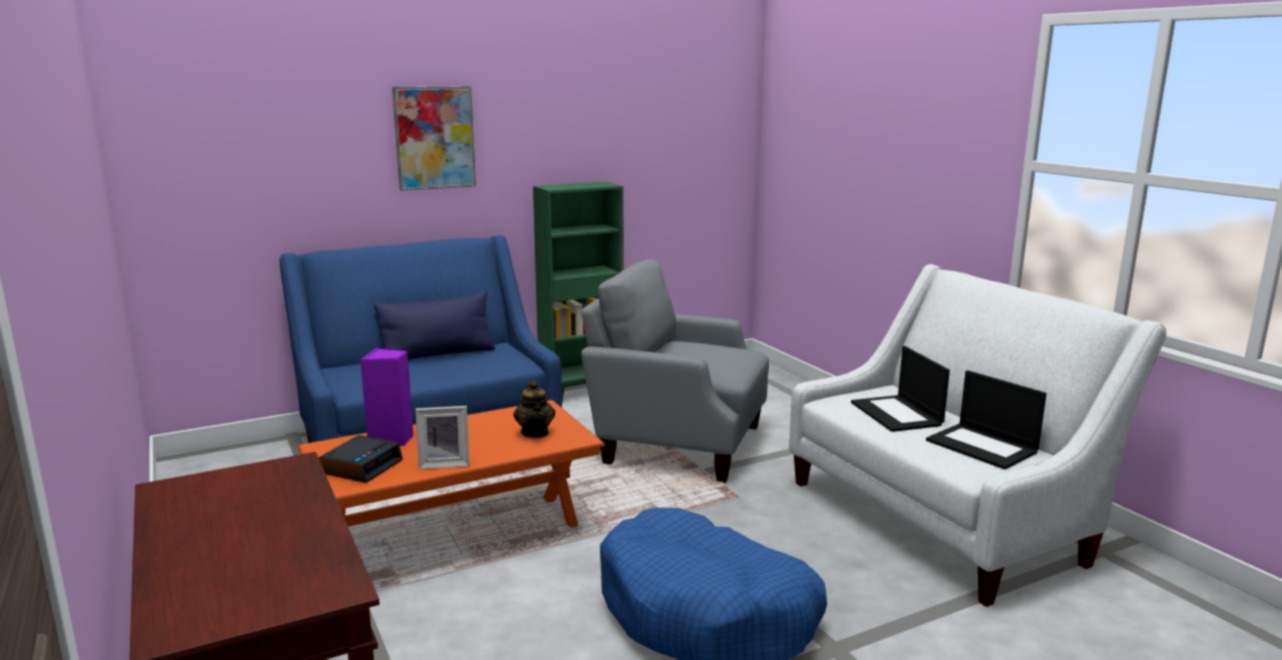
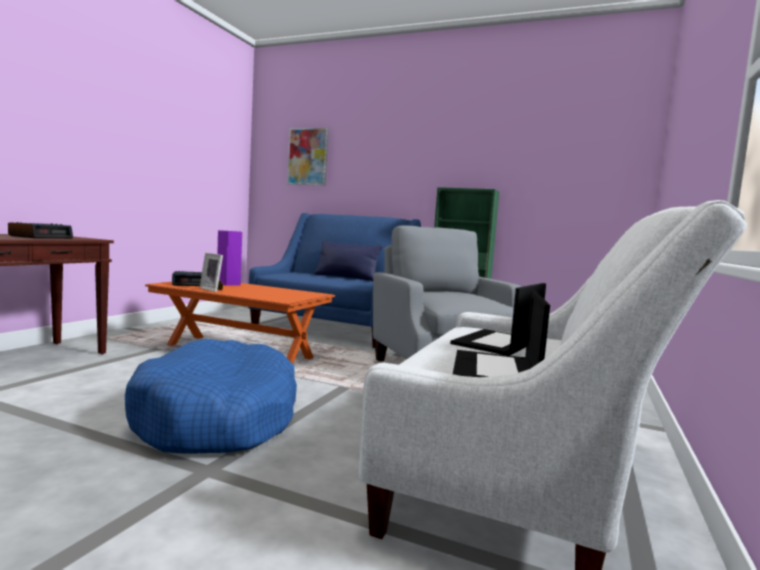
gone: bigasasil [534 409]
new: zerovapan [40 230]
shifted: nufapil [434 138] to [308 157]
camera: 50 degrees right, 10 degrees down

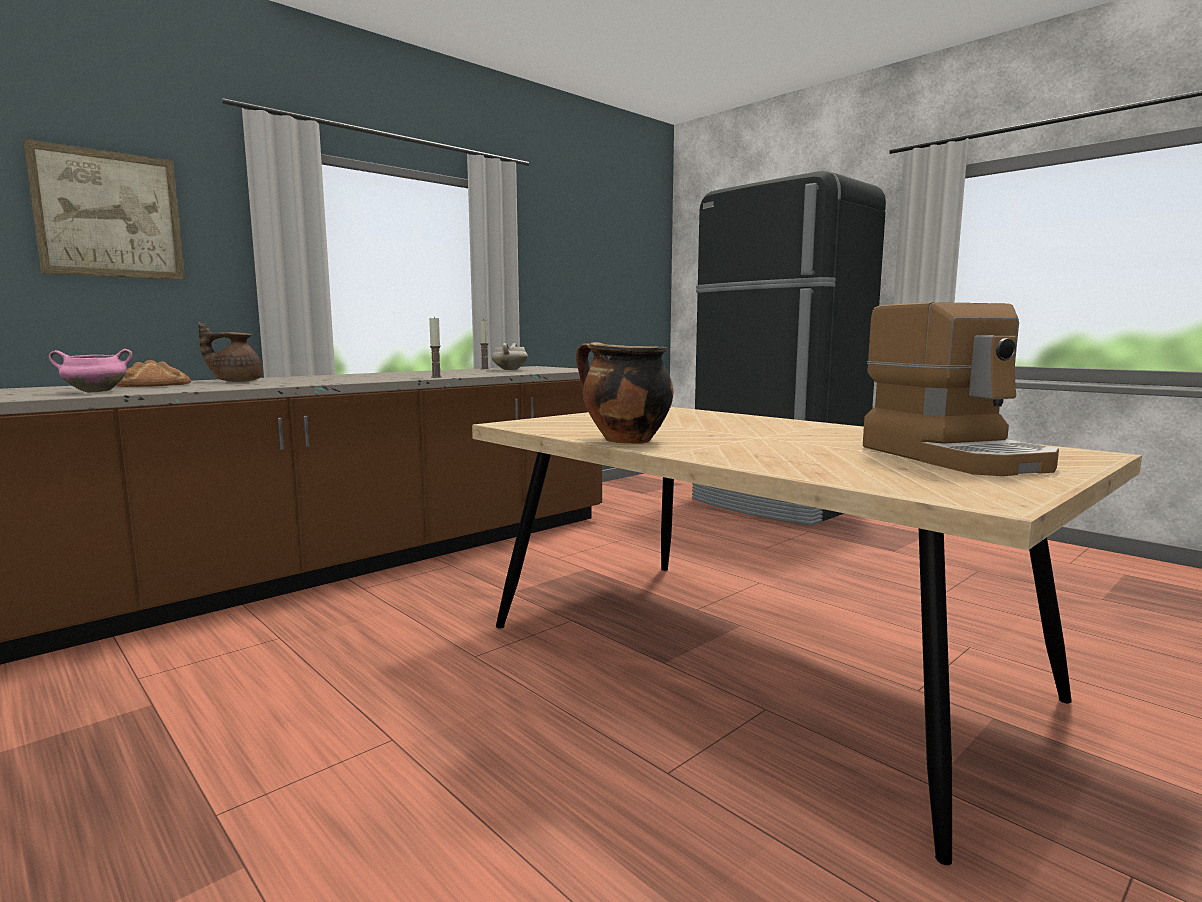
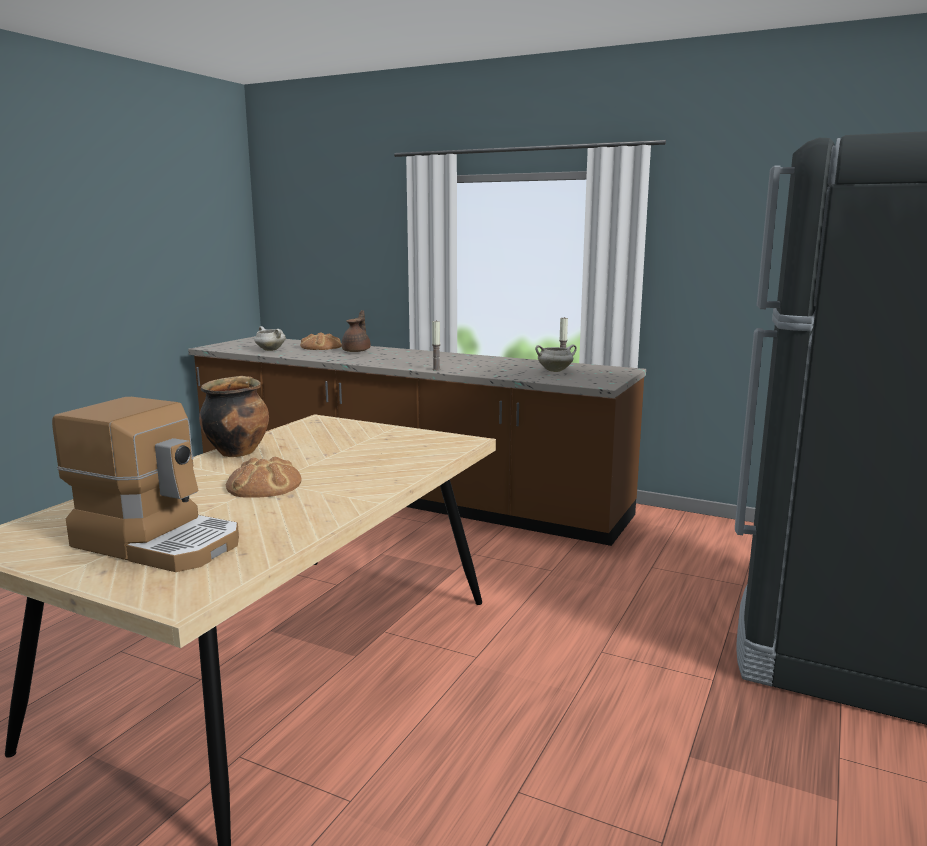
gone: nufapil [104 209]
new: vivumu [264 477]
repainted: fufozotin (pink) [90 371] to fufozotin (white) [270 338]
rotated: bigasasil (brown) [230 352] = [356 331] 45 degrees clockwise; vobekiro [961 389] = [145 484] 120 degrees counterclockwise
camera: 70 degrees right, 5 degrees up

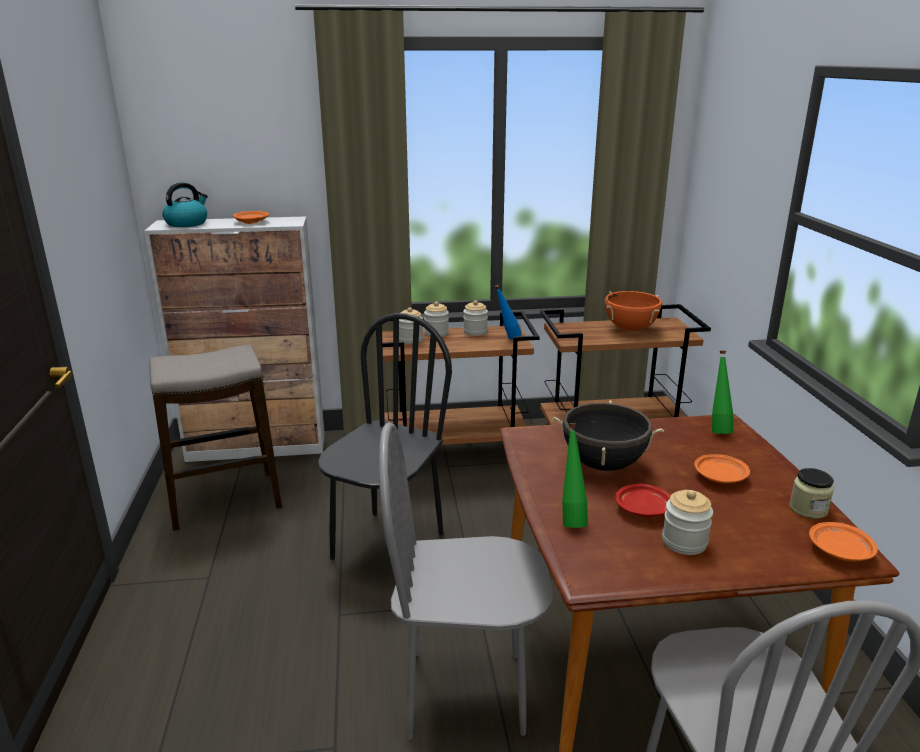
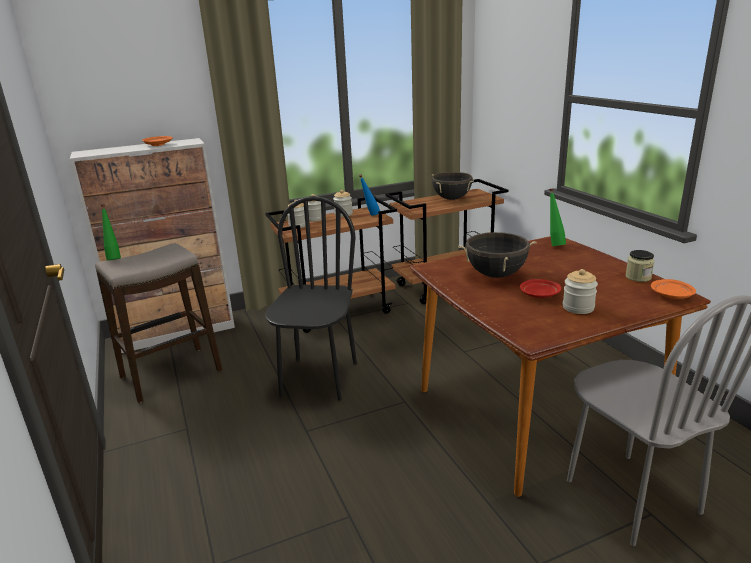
gone: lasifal [185 204]; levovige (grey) [466 581]; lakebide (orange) [722 469]
shifted: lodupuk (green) [575 475] to [111 232]
repainted: fufozotin (orange) [633 311] to fufozotin (black) [453 186]
camera: 15 degrees left, 0 degrees up

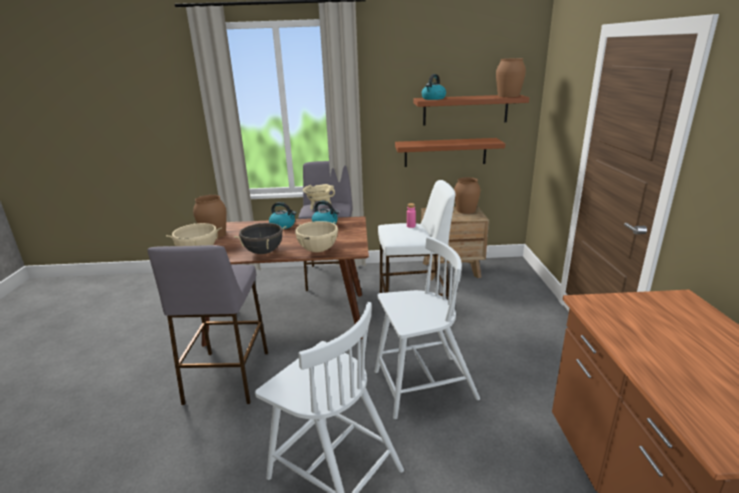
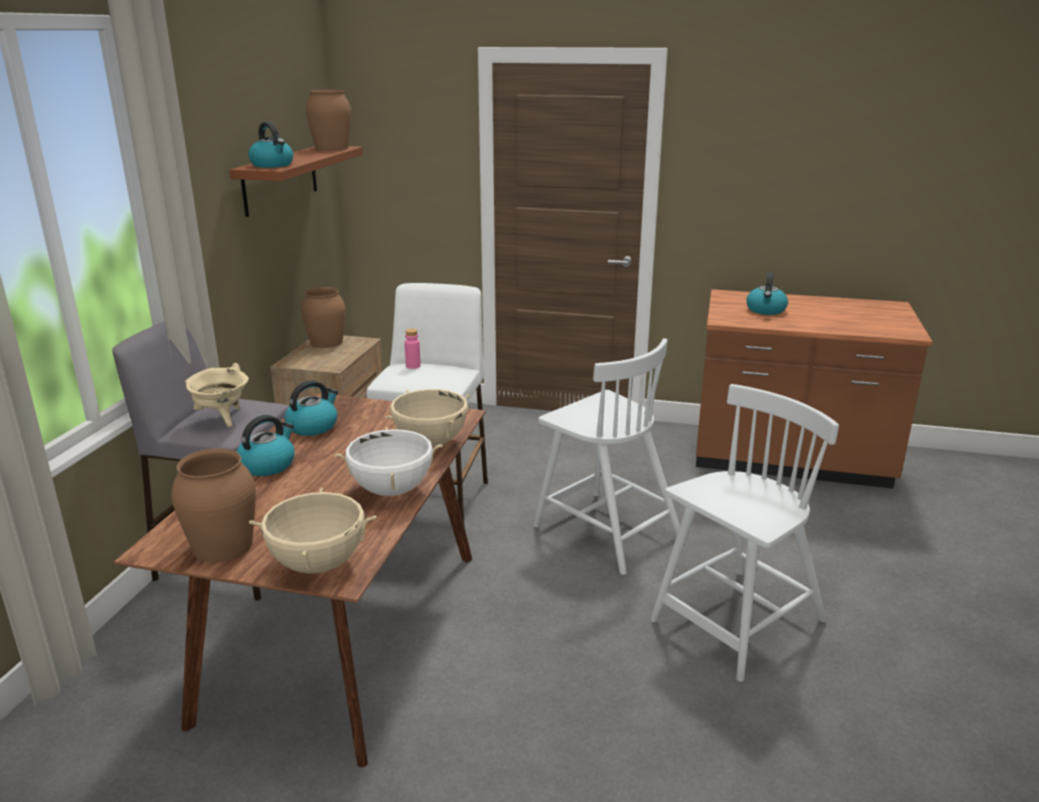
gone: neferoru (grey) [207 325]; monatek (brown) [450 152]
new: lasifal [767 293]
repainted: fufozotin (black) [260 238] to fufozotin (white) [388 461]
rotated: levovige (white) [427 328] = [606 456] 135 degrees clockwise
camera: 75 degrees left, 0 degrees up

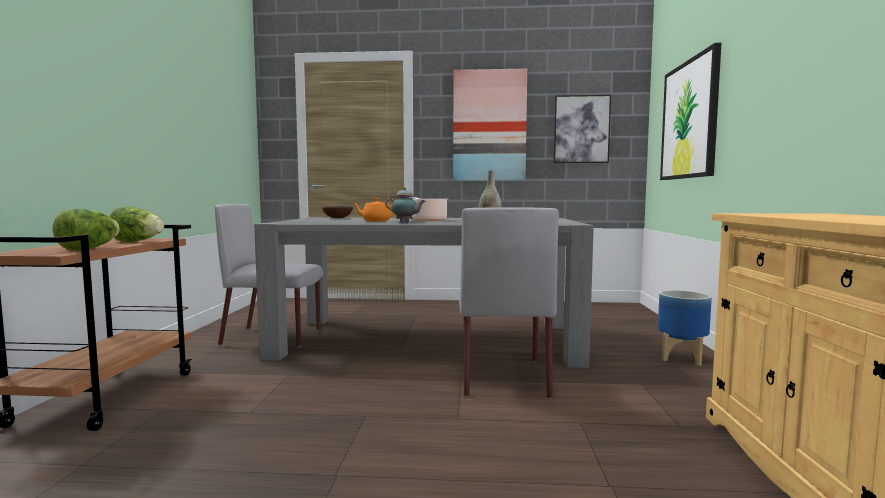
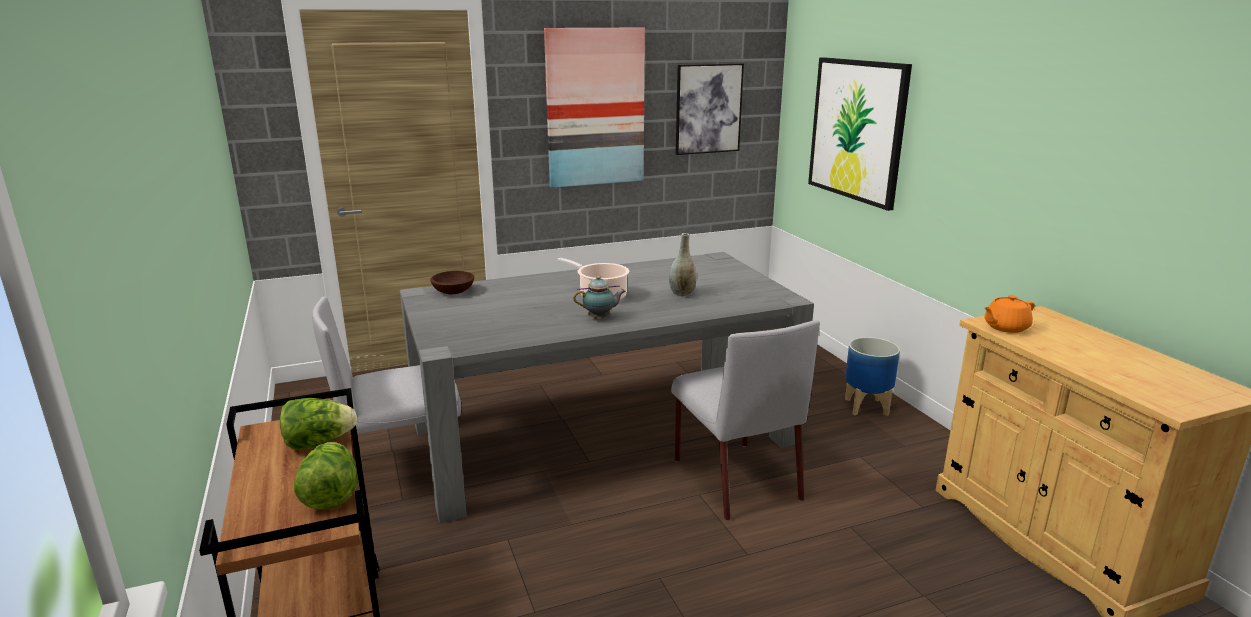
shifted: bigasasil (orange) [373 210] to [1009 314]
camera: 25 degrees left, 15 degrees up

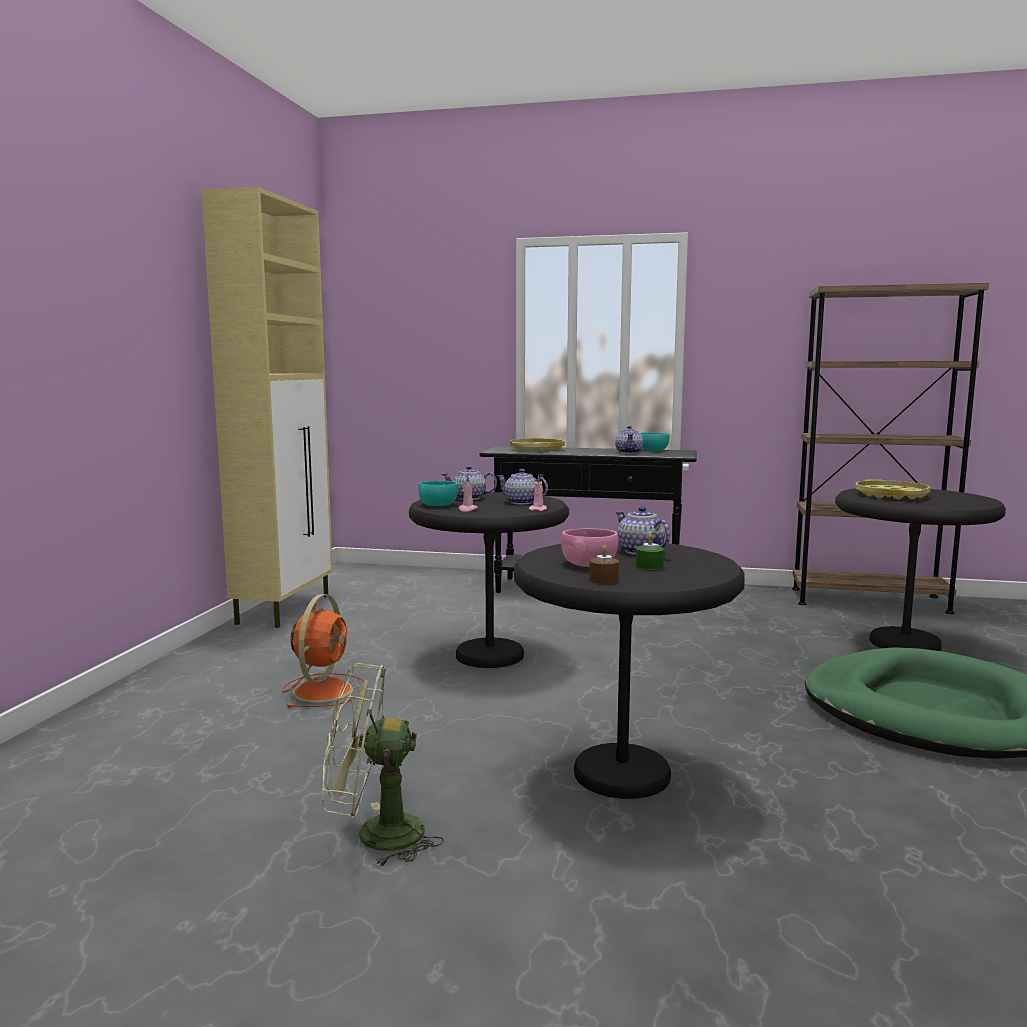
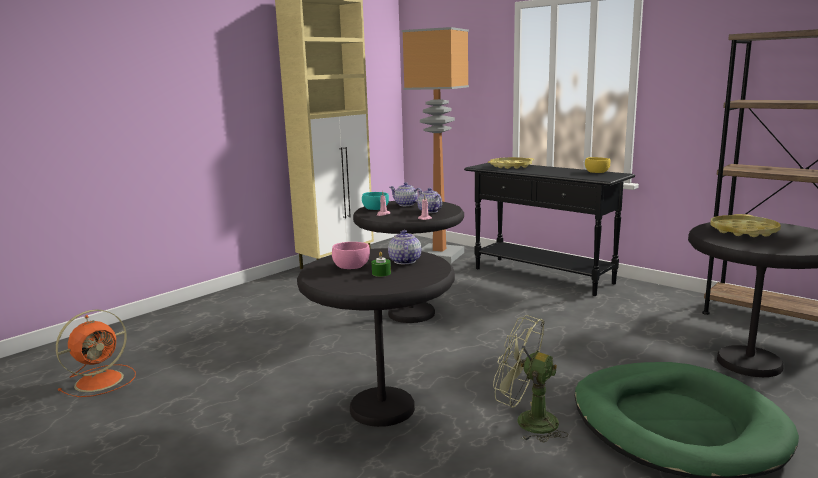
gone: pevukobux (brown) [604 564]; bigasasil [629 440]
new: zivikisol [435 145]
shifted: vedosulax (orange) [323 650] to [96 353]; vedosulax (green) [383 765] to [530 379]
repainted: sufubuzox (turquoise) [654 442] to sufubuzox (yellow) [597 165]
camera: 30 degrees right, 5 degrees up

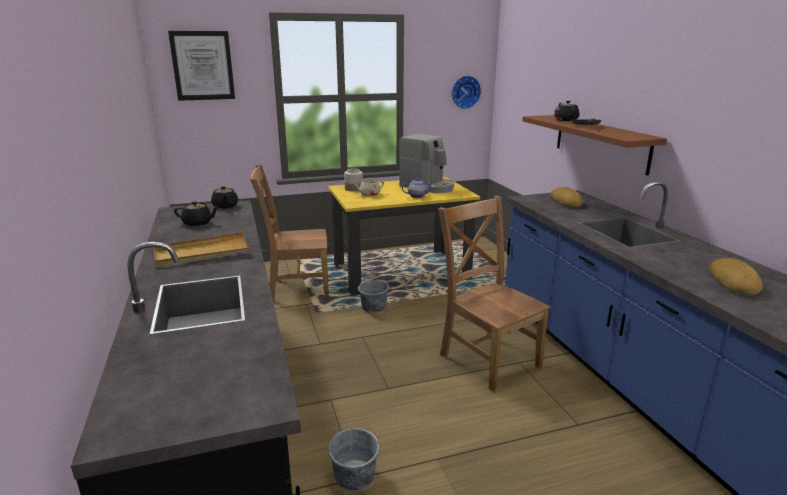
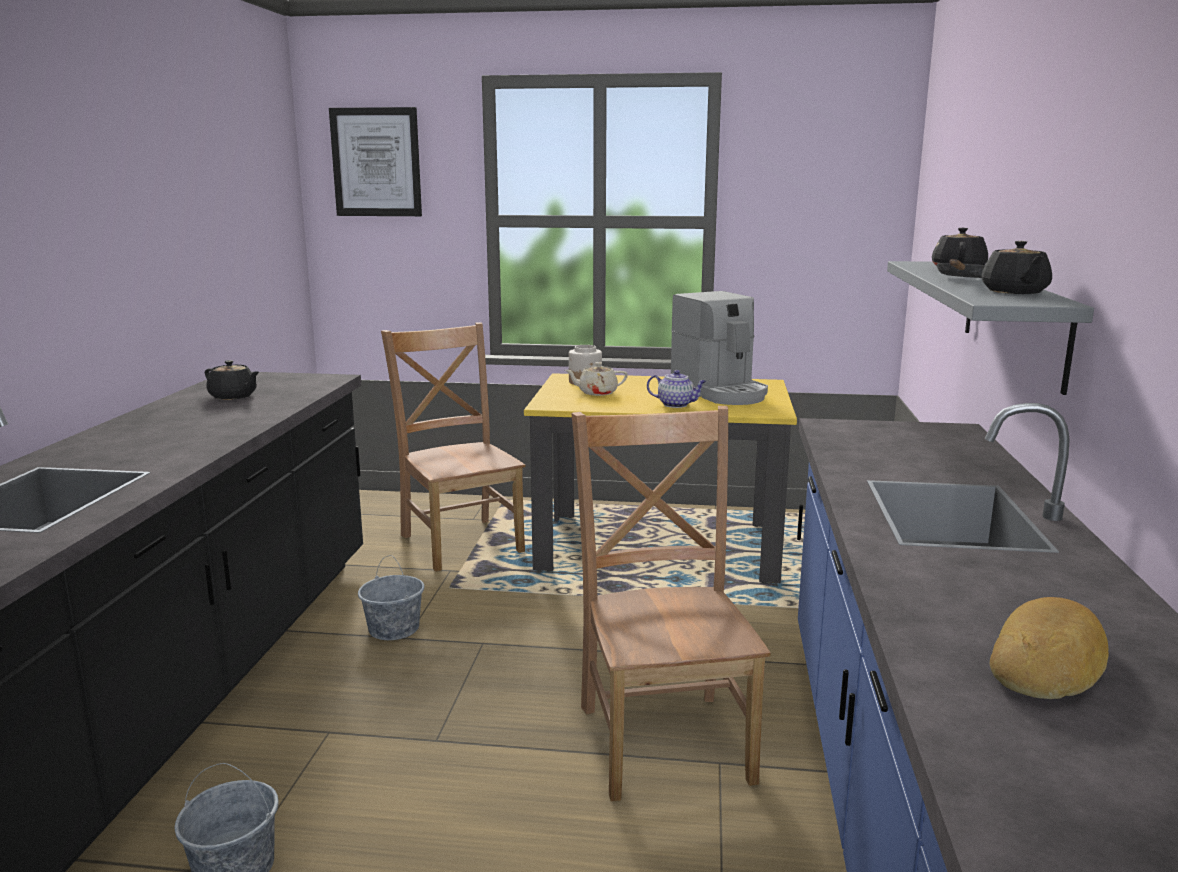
gone: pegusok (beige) [202 250]; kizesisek [466 92]; vivumu [566 197]
shifted: bigasasil (black) [224 197] to [1016 267]; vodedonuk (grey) [373 292] to [391 597]
repainted: monatek (brown) [594 145] to monatek (grey) [990 328]
rotated: levovige (brown) [289 233] = [453 447] 45 degrees clockwise
camera: 25 degrees right, 5 degrees down

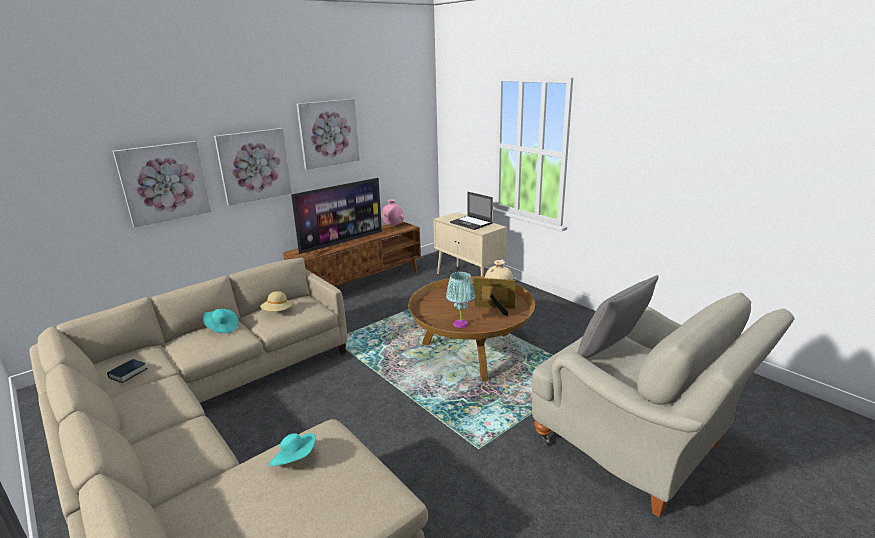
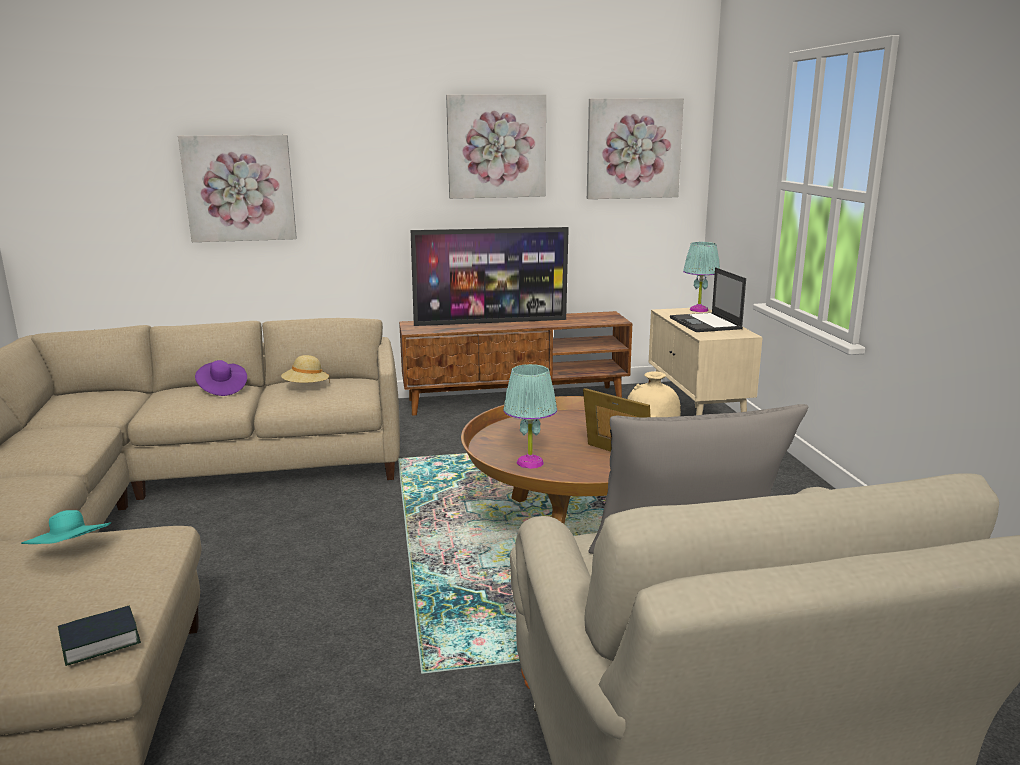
gone: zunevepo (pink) [393 212]
new: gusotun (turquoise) [701 277]
shifted: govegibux [127 371] to [99 635]; nufapil [253 167] to [635 148]
repainted: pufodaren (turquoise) [221 321] to pufodaren (purple) [221 378]
camera: 30 degrees right, 5 degrees down

